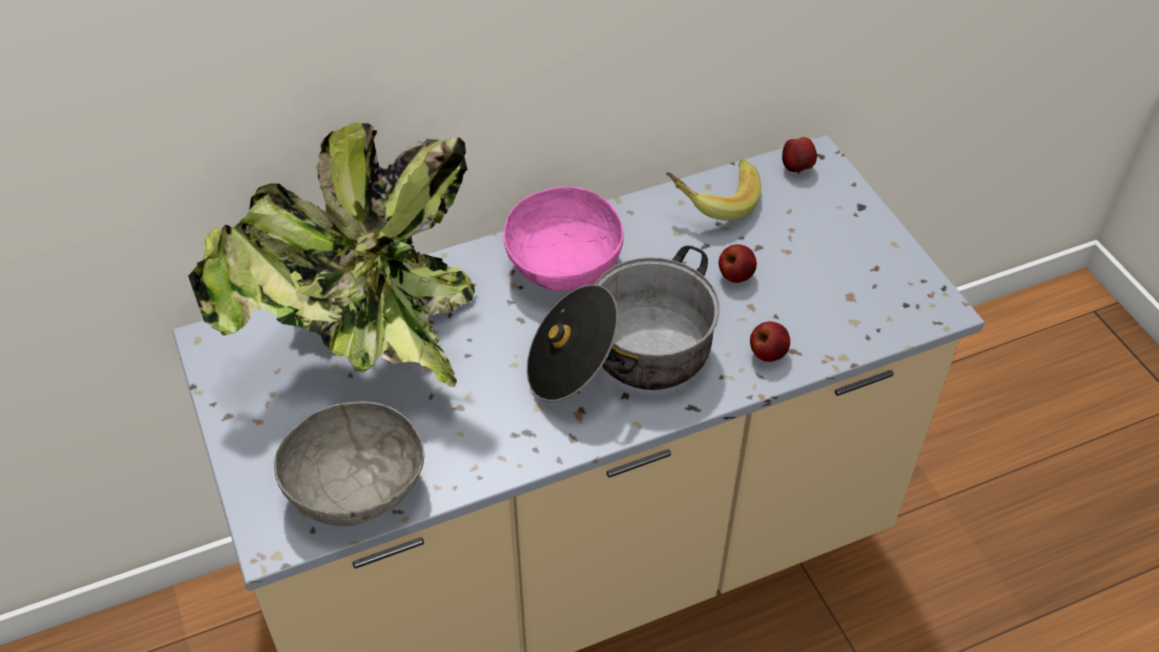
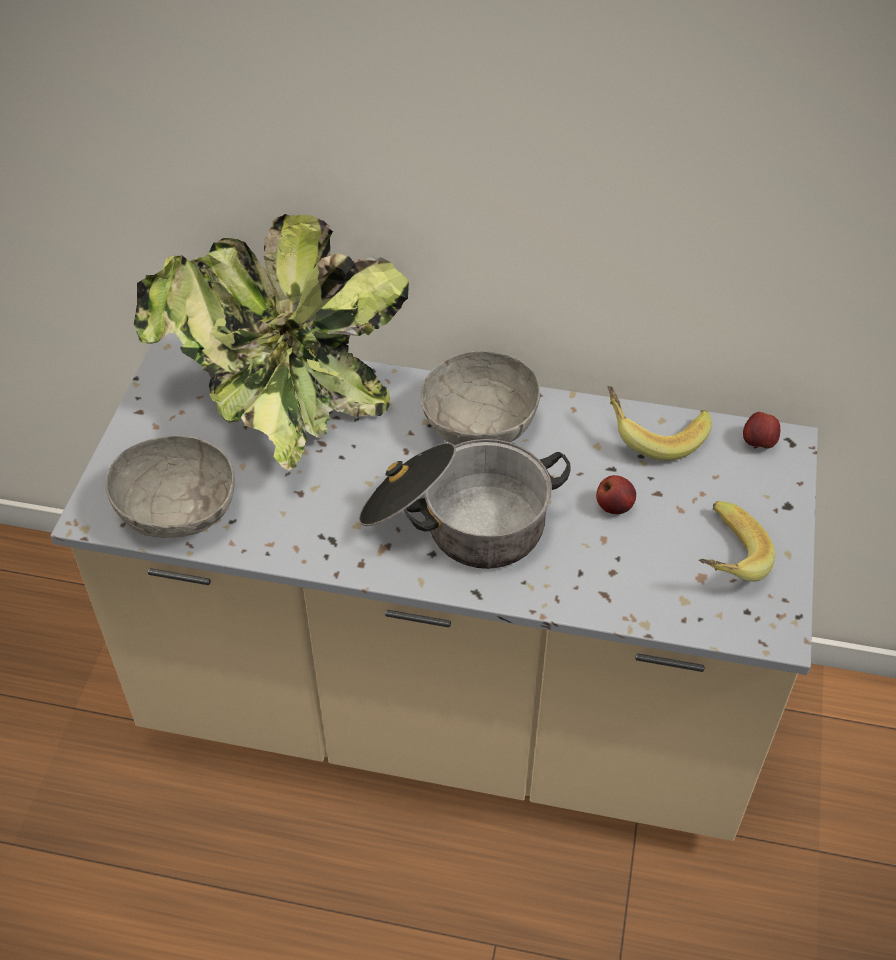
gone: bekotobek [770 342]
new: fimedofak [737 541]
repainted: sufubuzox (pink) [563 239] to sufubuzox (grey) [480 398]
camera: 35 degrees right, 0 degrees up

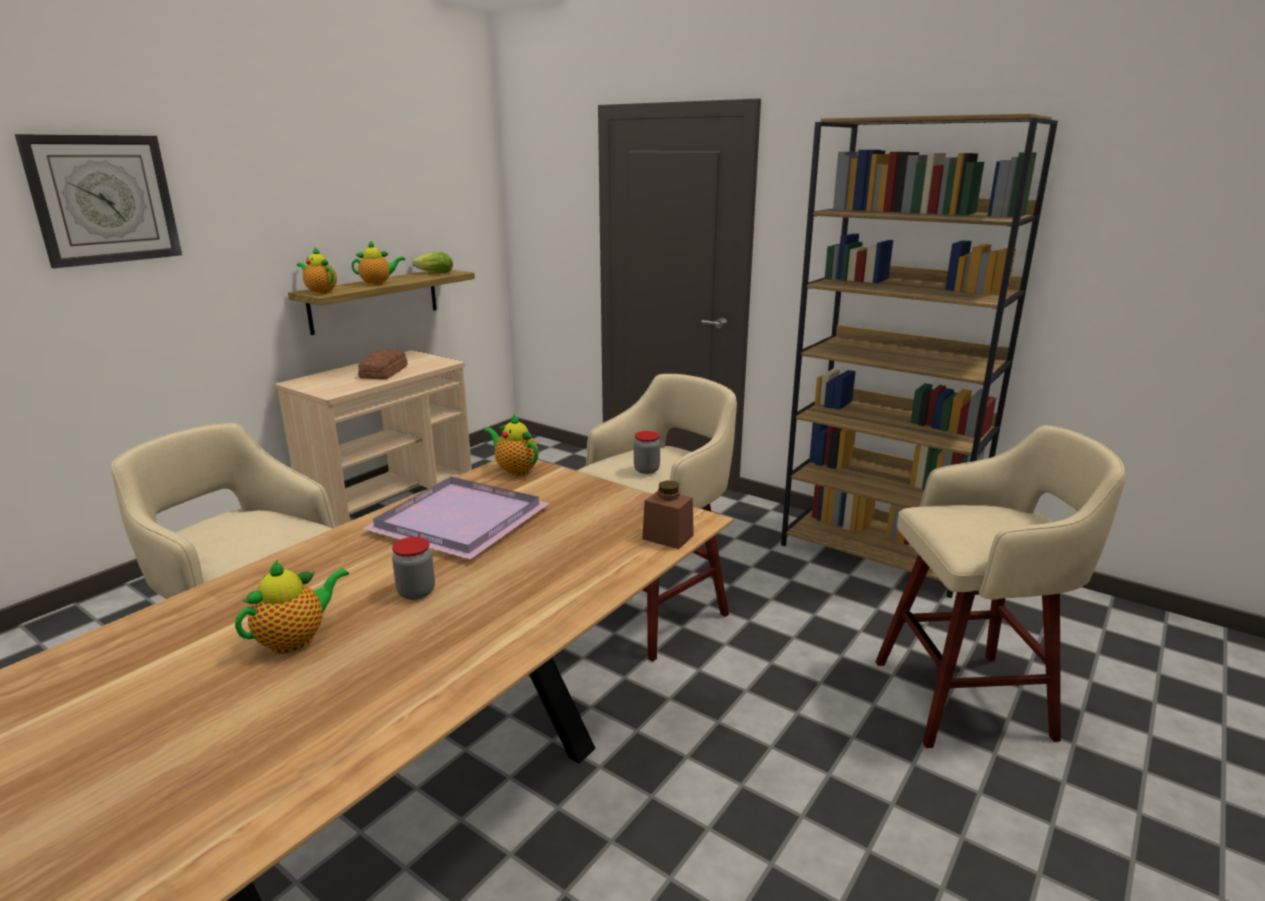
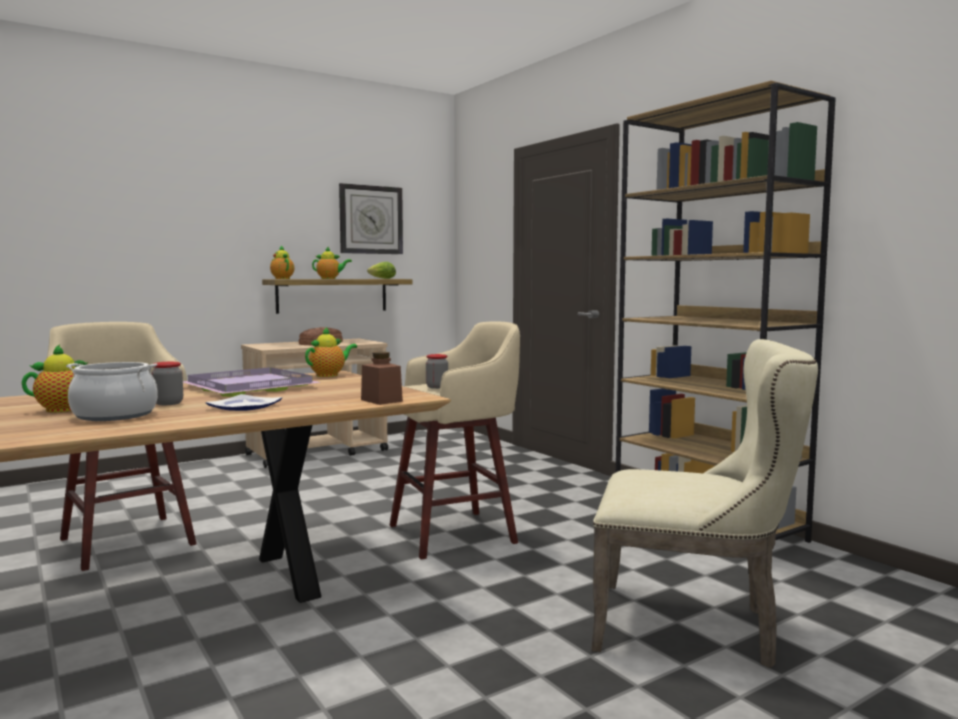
new: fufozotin [112 391]; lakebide [244 402]
shifted: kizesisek [98 201] to [371 218]
swapped: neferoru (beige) [1001 586] to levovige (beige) [704 503]
rotated: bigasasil [511 444] = [331 352] 75 degrees clockwise
camera: 20 degrees right, 15 degrees down

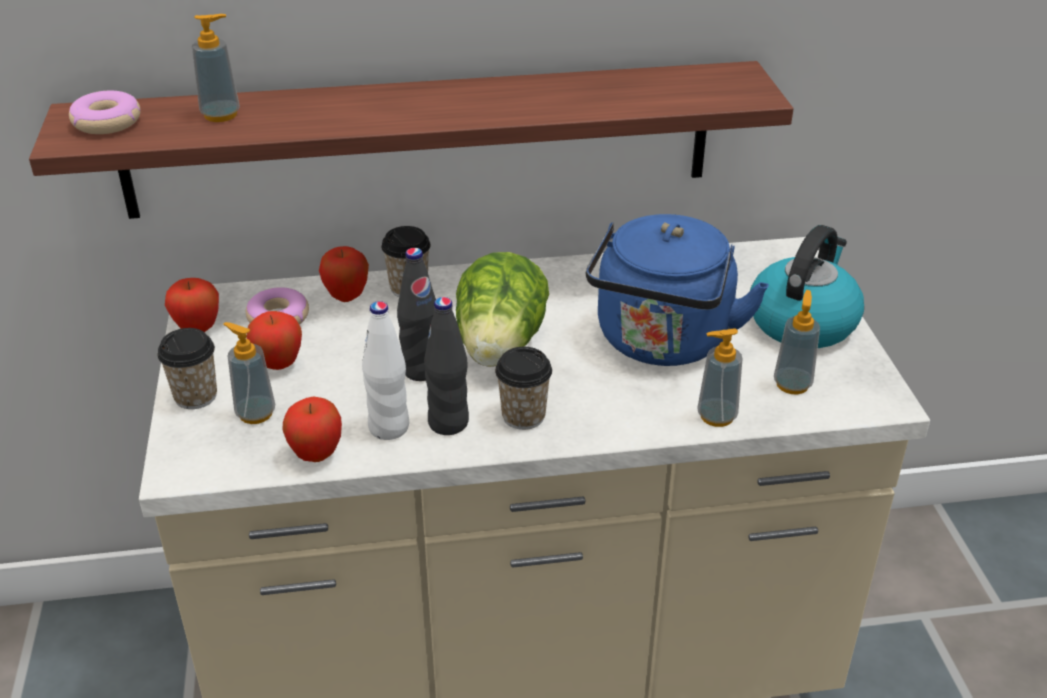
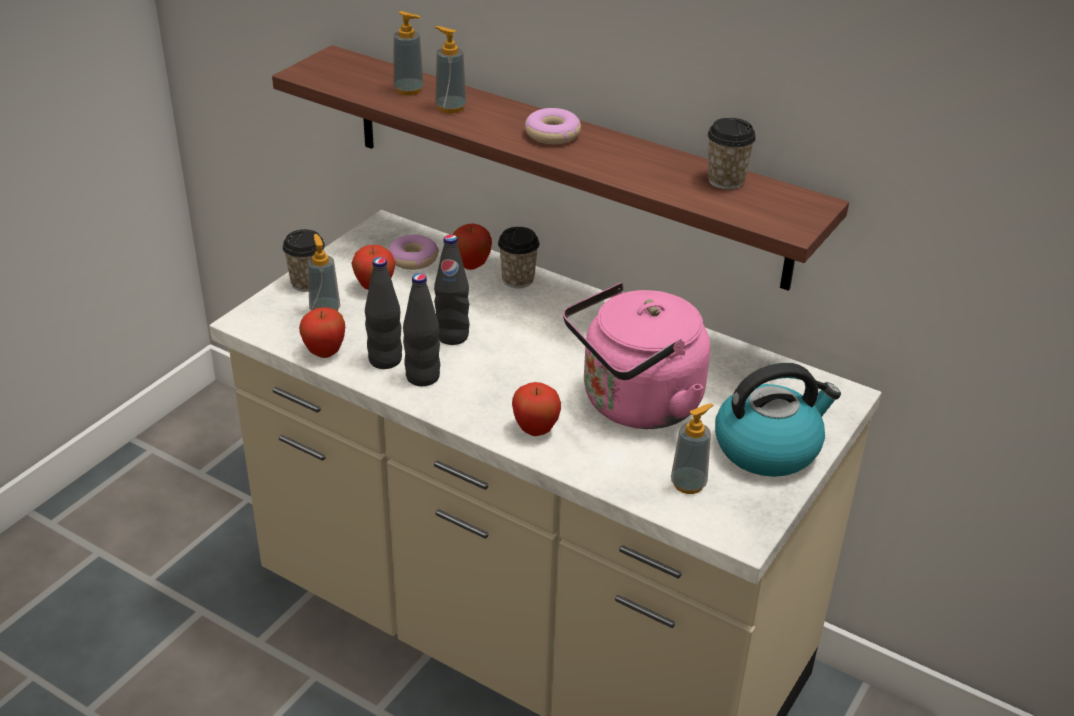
gone: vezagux [502 309]
shifted: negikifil [105 112] to [553 126]; bekotobek [192 305] to [536 409]; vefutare [523 388] to [731 153]; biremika [720 377] to [451 69]
repainted: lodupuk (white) [385 370] to lodupuk (black) [383 313]; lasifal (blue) [677 290] to lasifal (pink) [636 356]
camera: 40 degrees right, 0 degrees up

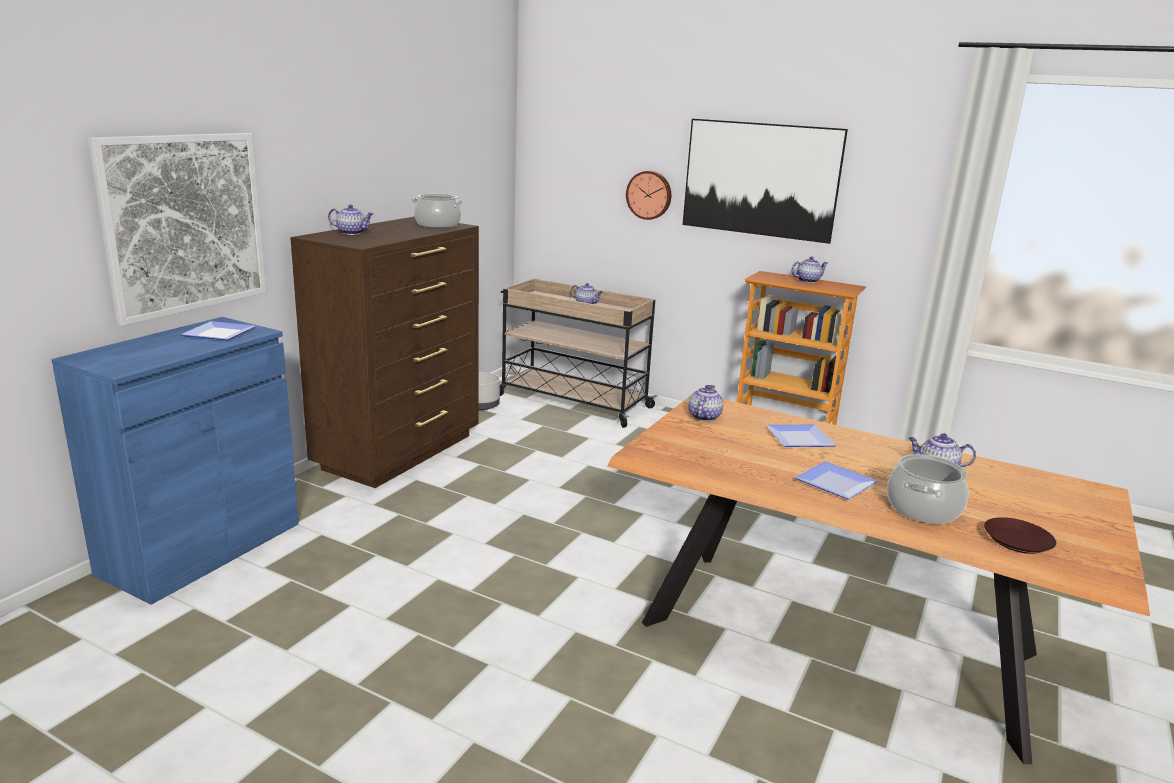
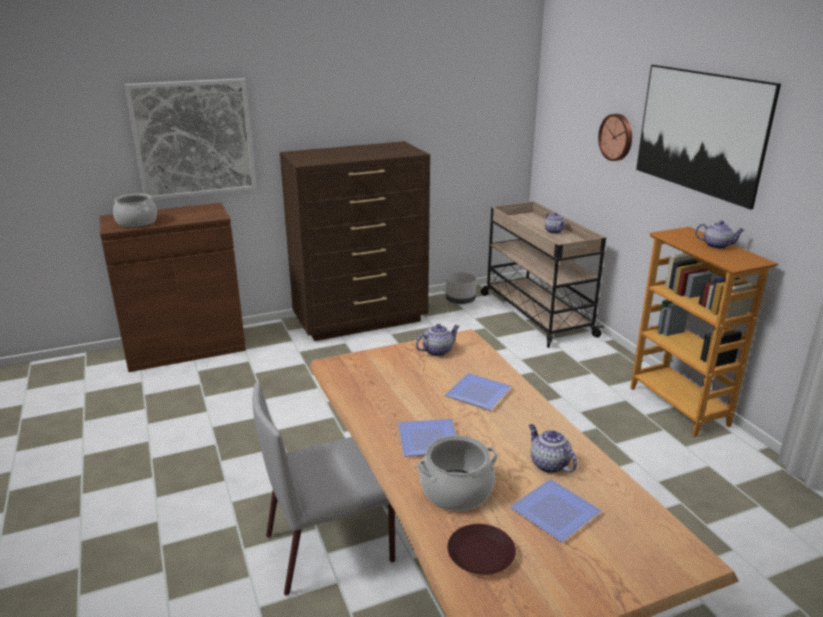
gone: bigasasil [350 219]
new: levovige (grey) [323 489]
shifted: lakebide [218 330] to [556 510]; fufozotin [437 211] to [135 210]
repainted: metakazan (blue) [175 461] to metakazan (brown) [173 287]
camera: 40 degrees right, 5 degrees up

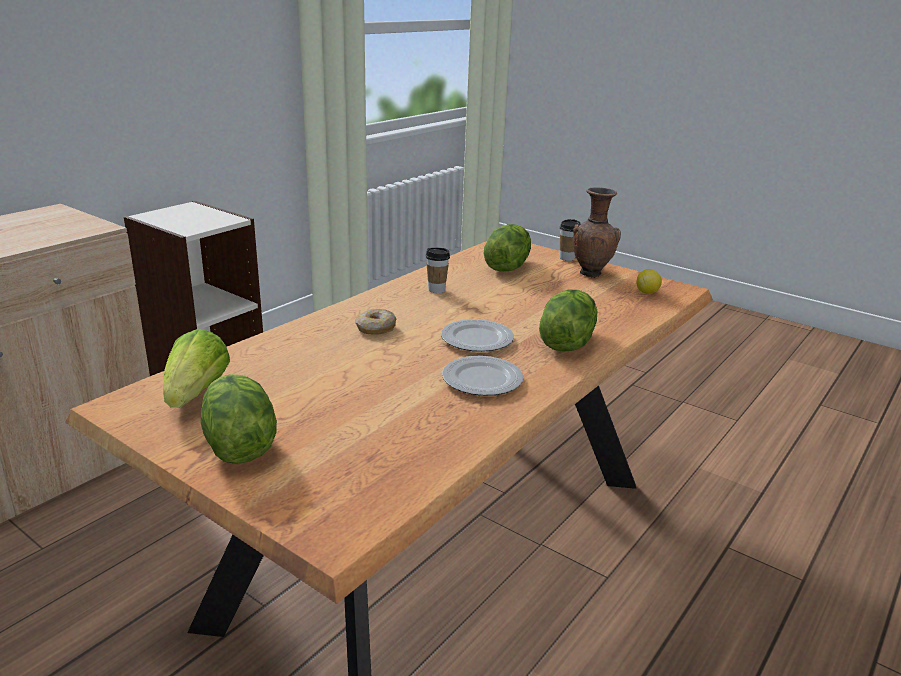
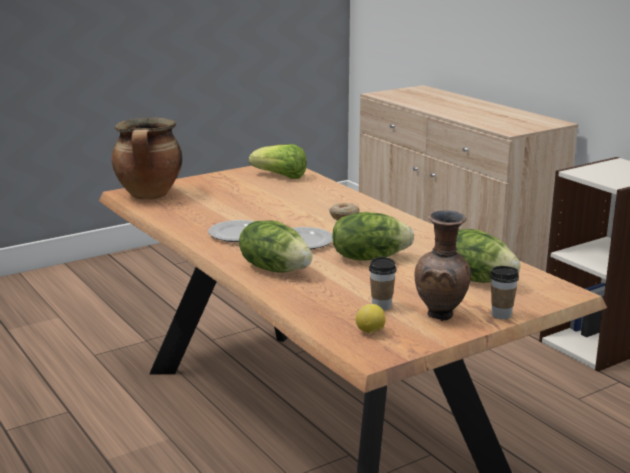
new: fufozotin [147 159]
shifted: vezagux [238 419] to [373 236]; vefutare [438 270] to [383 284]
camera: 110 degrees right, 5 degrees down

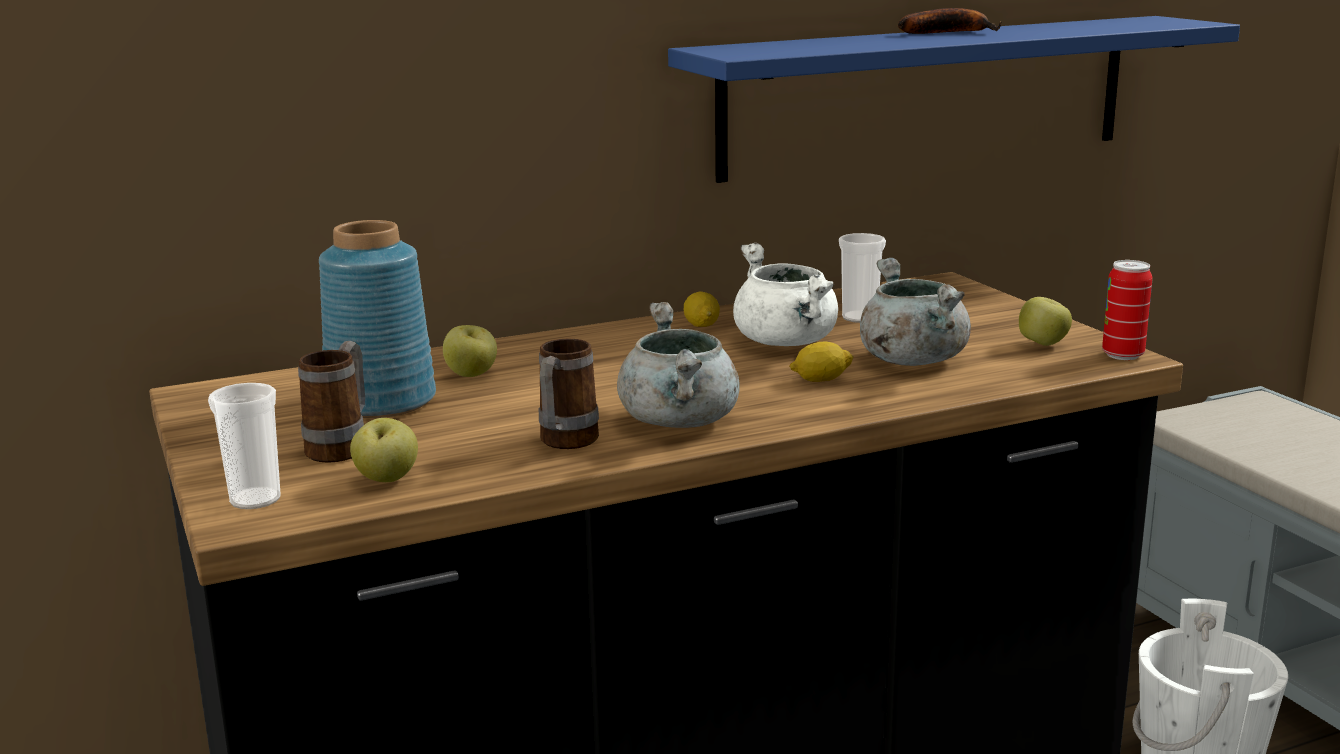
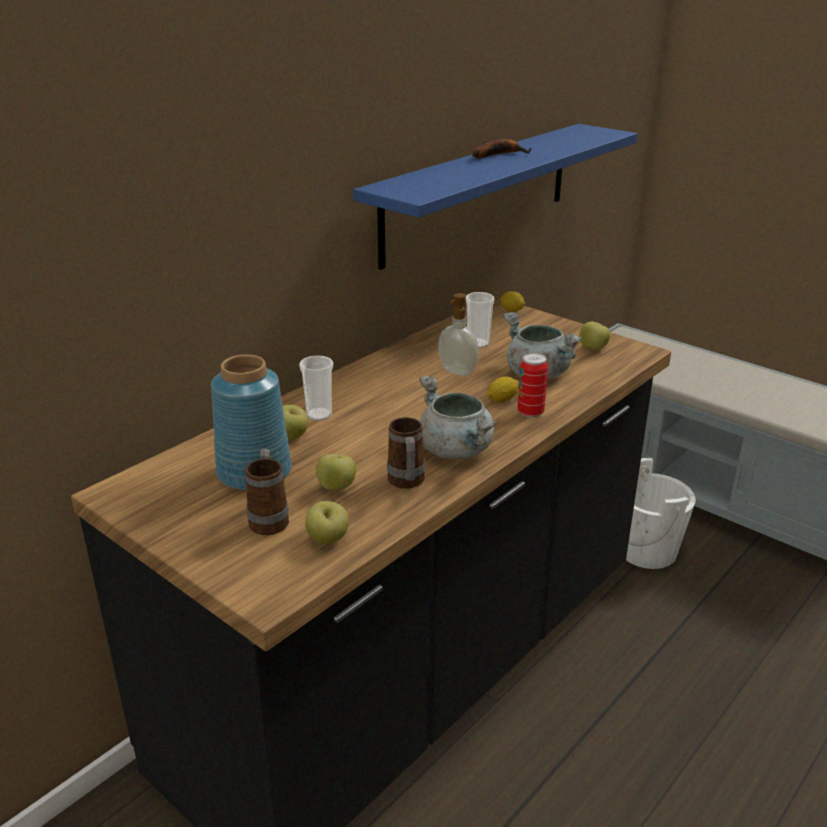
new: bekotobek [336 472]
shifted: vefutare [244 446] to [316 388]; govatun [702 309] to [512 301]; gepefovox [1127 310] to [533 385]
swapped: fufozotin (white) [785 294] to biremika [458 334]
camera: 25 degrees left, 10 degrees up

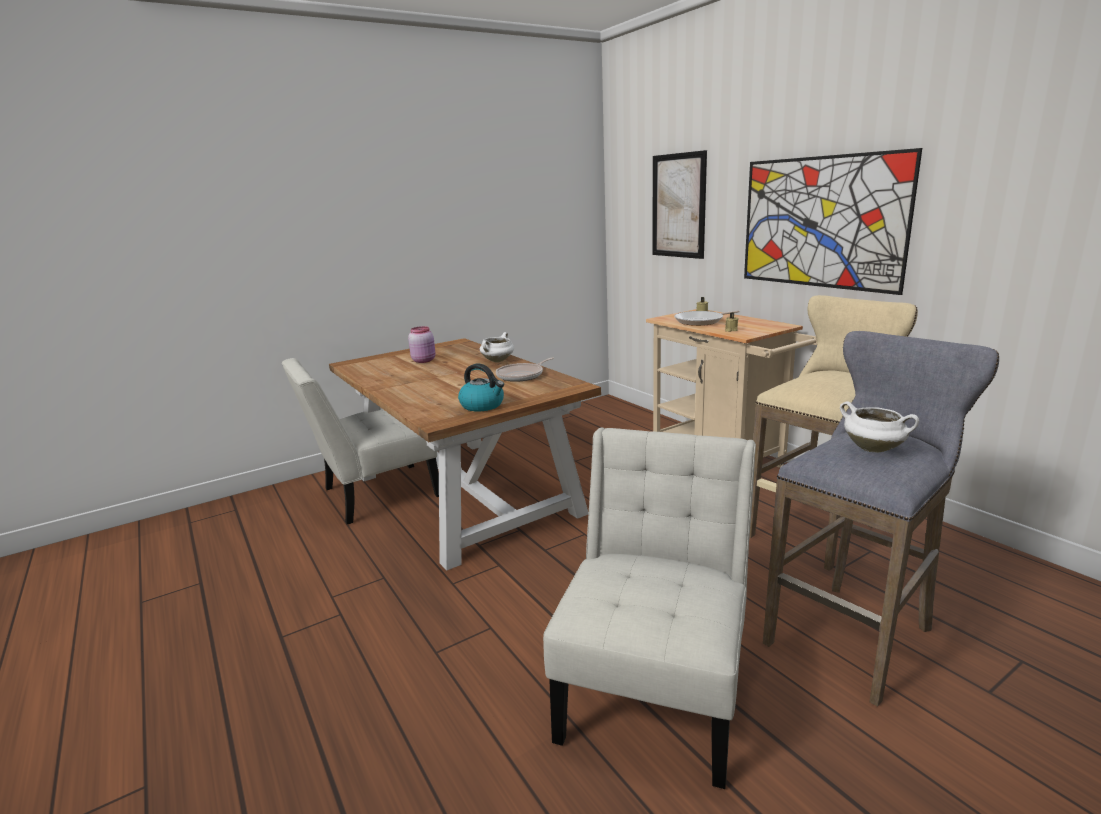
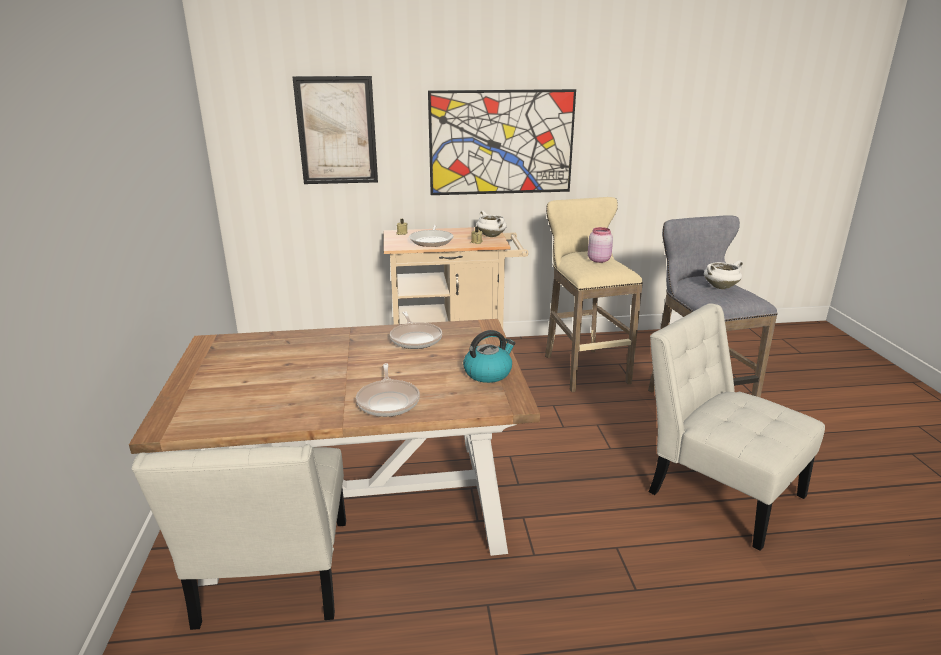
new: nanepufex [388 390]
shifted: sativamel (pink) [422 344] to [600 245]; fufozotin (white) [497 347] to [491 223]
camera: 65 degrees left, 5 degrees up

